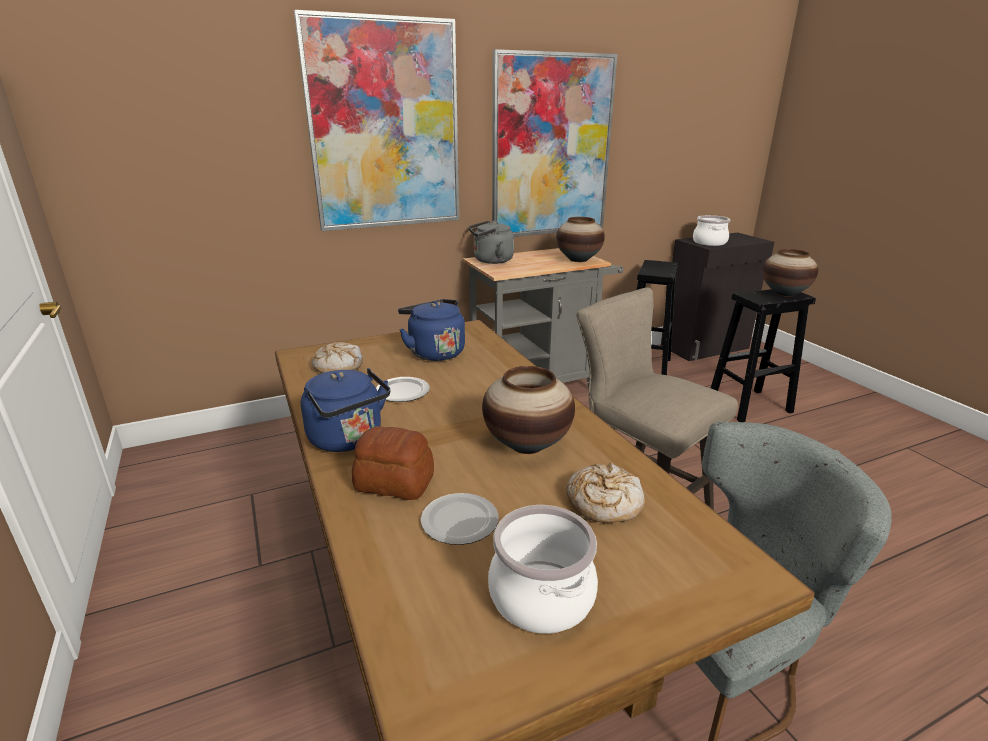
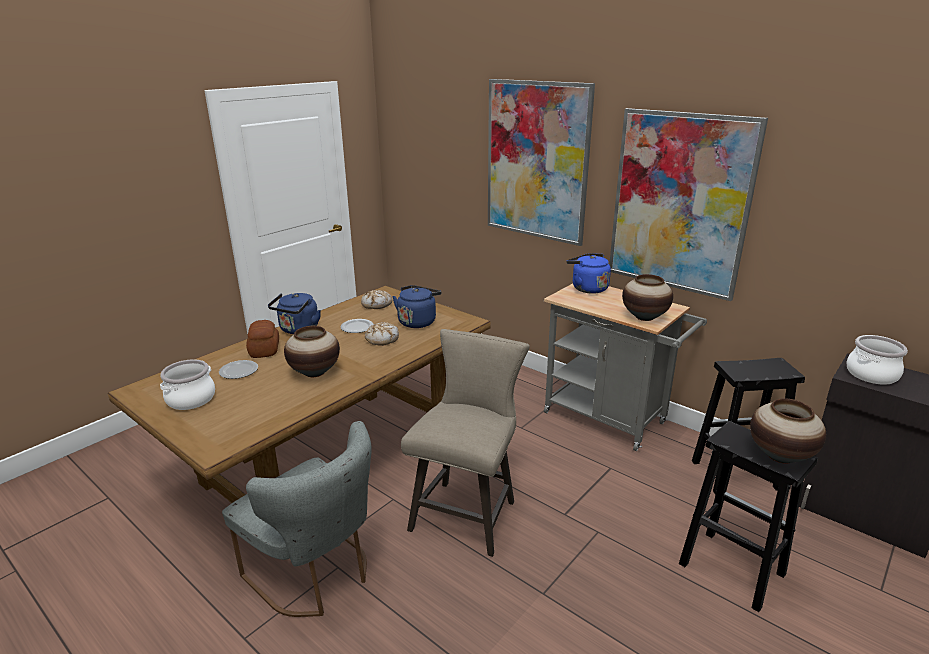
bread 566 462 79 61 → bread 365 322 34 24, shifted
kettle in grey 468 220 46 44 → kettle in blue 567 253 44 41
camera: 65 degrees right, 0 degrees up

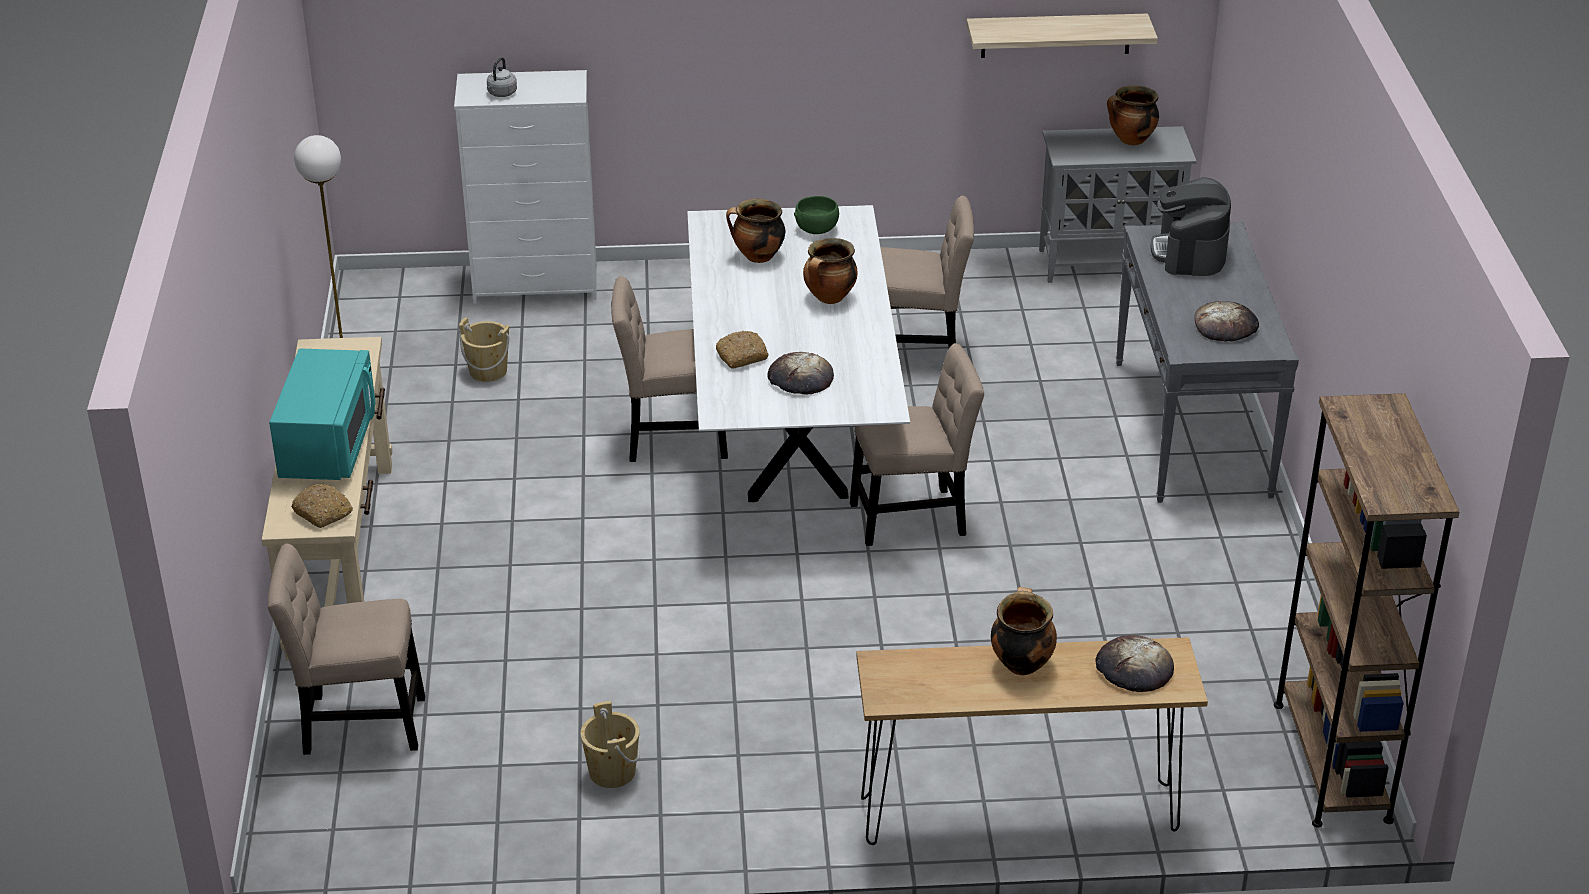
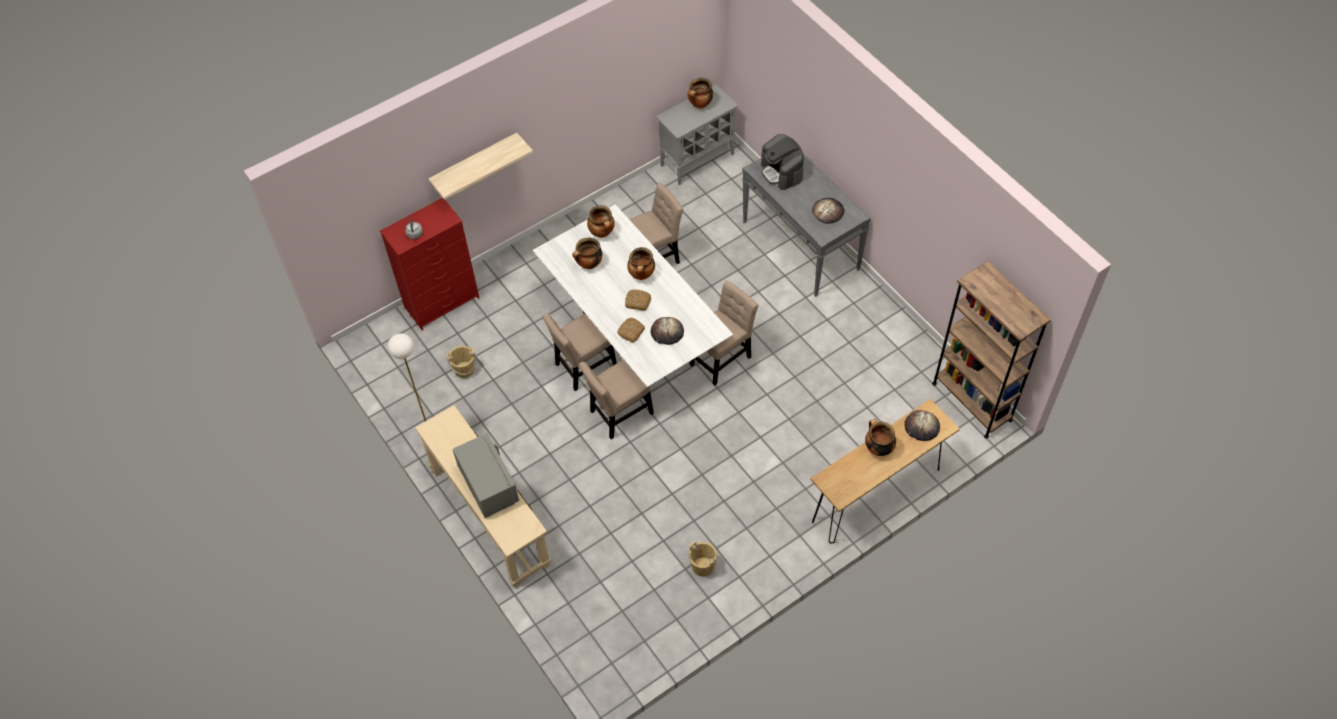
dresser in white 454 70 143 234 → dresser in red 380 198 99 132
shelf 966 13 192 45 → shelf 428 133 105 67, shifted
microwave in turquoise 269 348 107 132 → microwave in grey 453 433 66 85
chair in beige 268 544 157 211 → chair in beige 579 359 75 80, shifted
bowl in green 794 196 45 38 → cooking pot 587 205 28 33
bread 291 483 62 45 → bread 625 289 26 22, shifted
camera: 30 degrees left, 20 degrees up

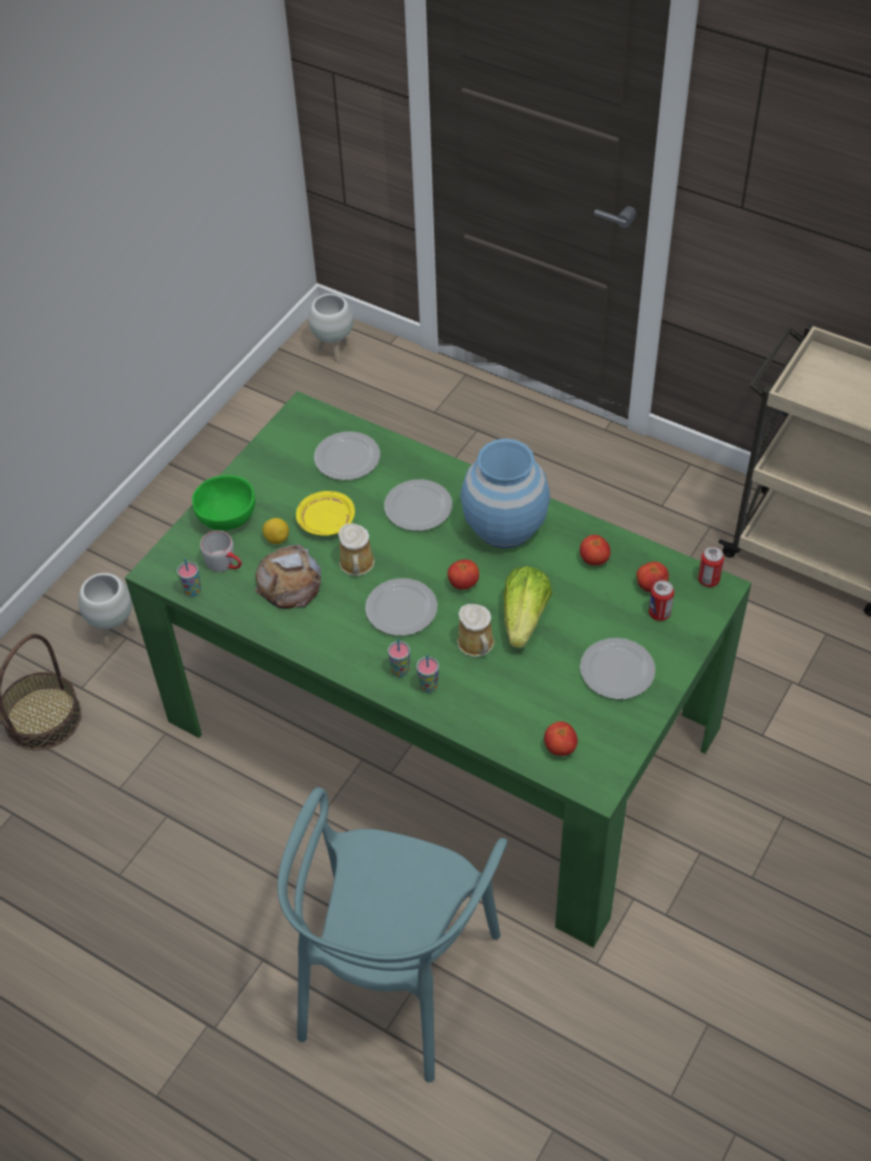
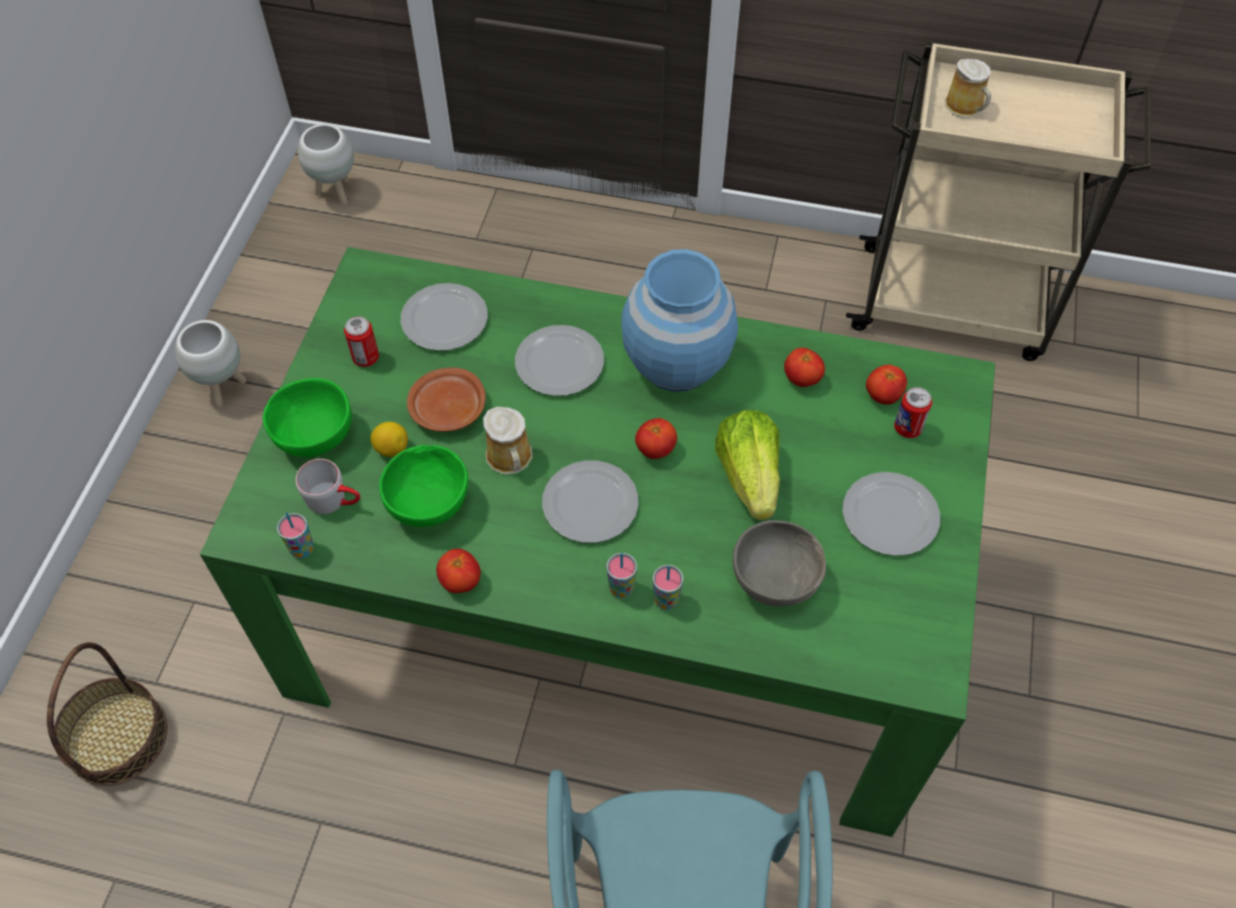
planter in white 78 573 58 75 → planter in white 175 320 71 87, shifted
can 698 547 26 40 → can 344 316 35 51, shifted
bread 255 544 66 65 → bowl in green 379 445 89 82
plate in yellow 296 491 59 45 → plate in brown 407 367 79 65
tomato 544 721 34 35 → tomato 436 549 45 44, shifted
- → bowl in grey 733 520 93 86
mug 457 604 37 53 → mug 944 59 48 59, shifted
camera: 20 degrees left, 5 degrees up

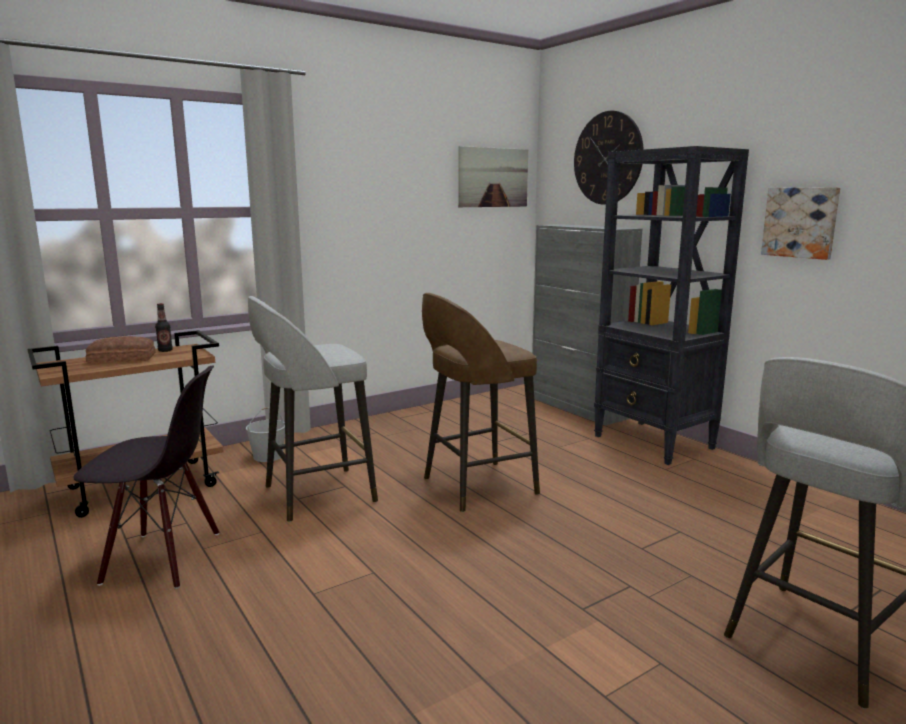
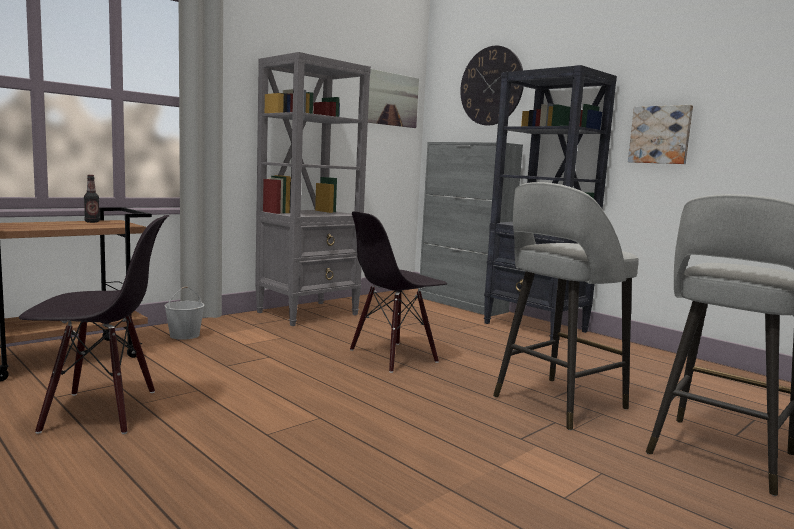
- → bookcase in grey 255 52 116 274
stool in brown 422 293 118 219 → chair in black 350 211 97 162
stool in grey 248 296 130 226 → stool in grey 493 182 146 248, shifted
bread 86 336 69 28 → -
camera: 10 degrees left, 5 degrees down

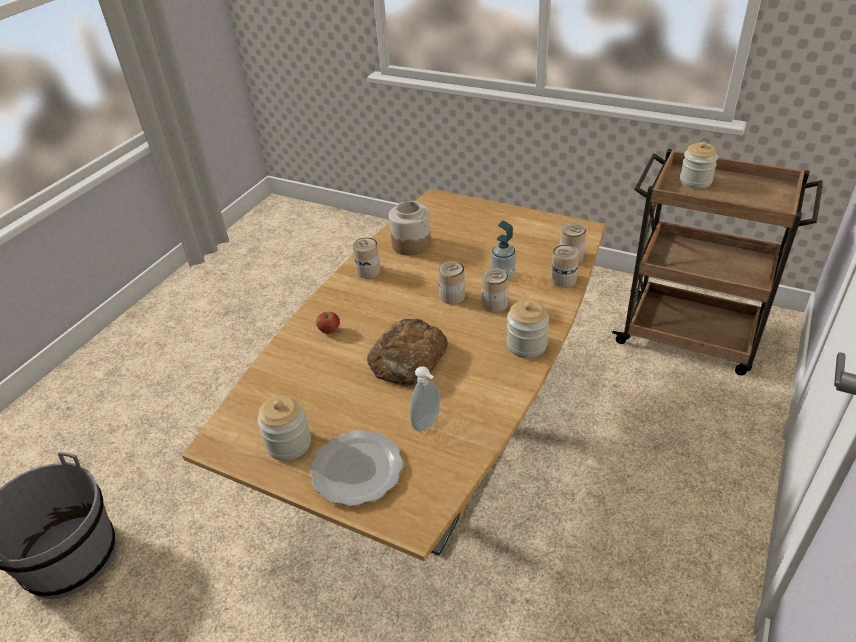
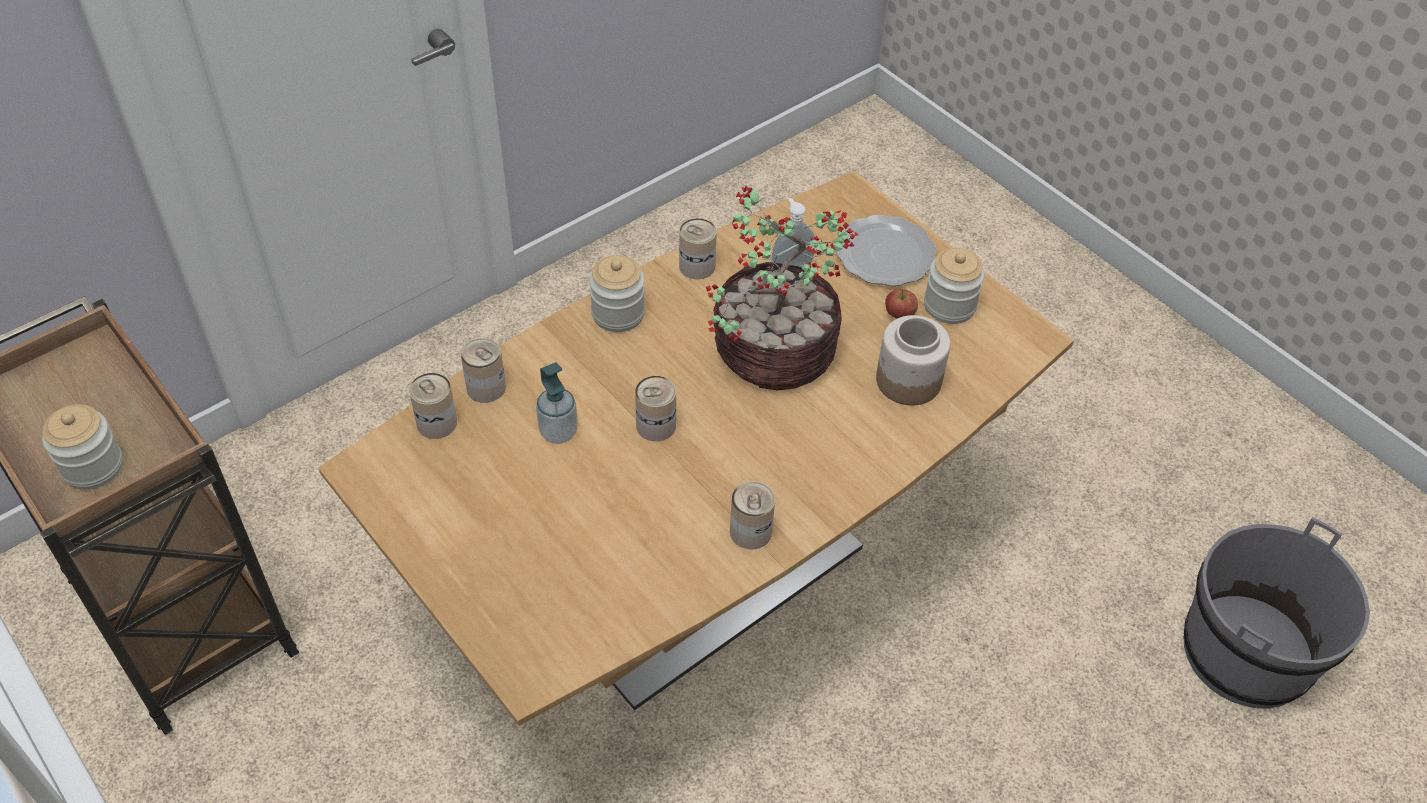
can 481 268 27 44 → can 679 218 38 61, shifted
bread 367 319 81 67 → potted plant 706 186 153 204
jar 389 201 42 54 → jar 876 315 75 91, shifted
apple 316 312 24 22 → apple 885 289 33 30, shifted
camera: 160 degrees left, 10 degrees up

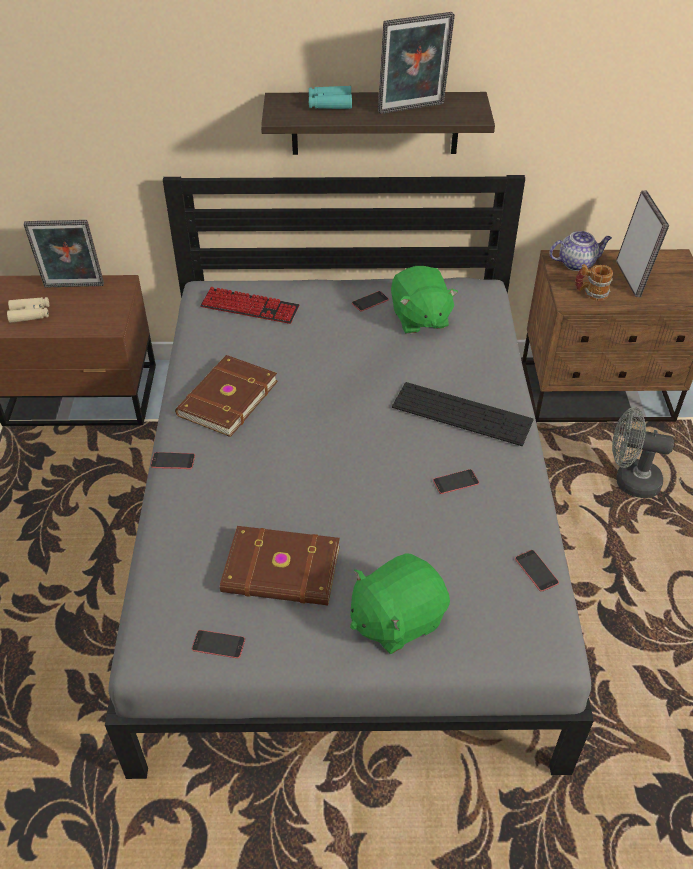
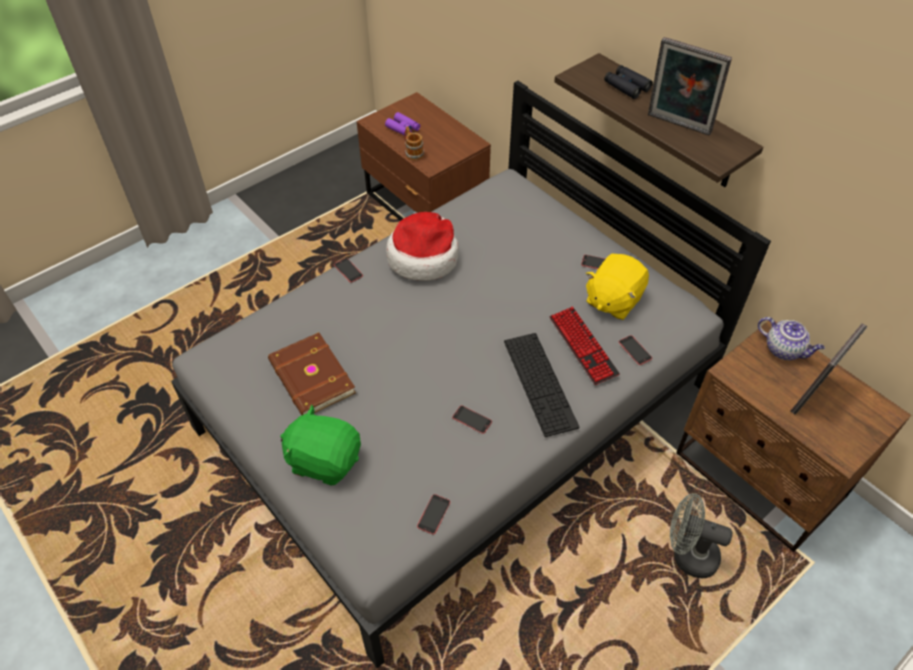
binoculars in beige 7 297 42 26 → binoculars in purple 385 112 35 23
book in brown 175 355 103 82 → hat 386 212 72 69
mug 575 264 38 37 → mug 404 126 20 35, shifted
keyboard 200 287 99 37 → keyboard 549 306 71 79, shifted
plush toy in green 391 266 67 68 → plush toy in yellow 586 254 63 66
binoculars in turquoise 309 86 43 23 → binoculars in black 604 65 49 34
phone 192 630 53 28 → phone 619 335 33 30, shifted
fan in grey 612 407 62 91 → fan in grey 670 493 63 85, 45 degrees counterclockwise
picture frame 24 220 80 68 → -
camera: 50 degrees right, 5 degrees up

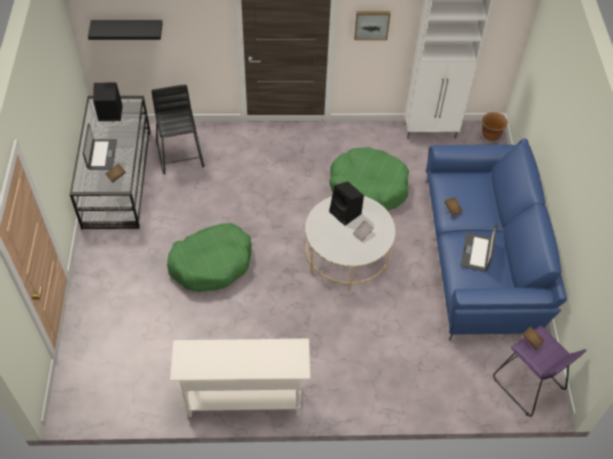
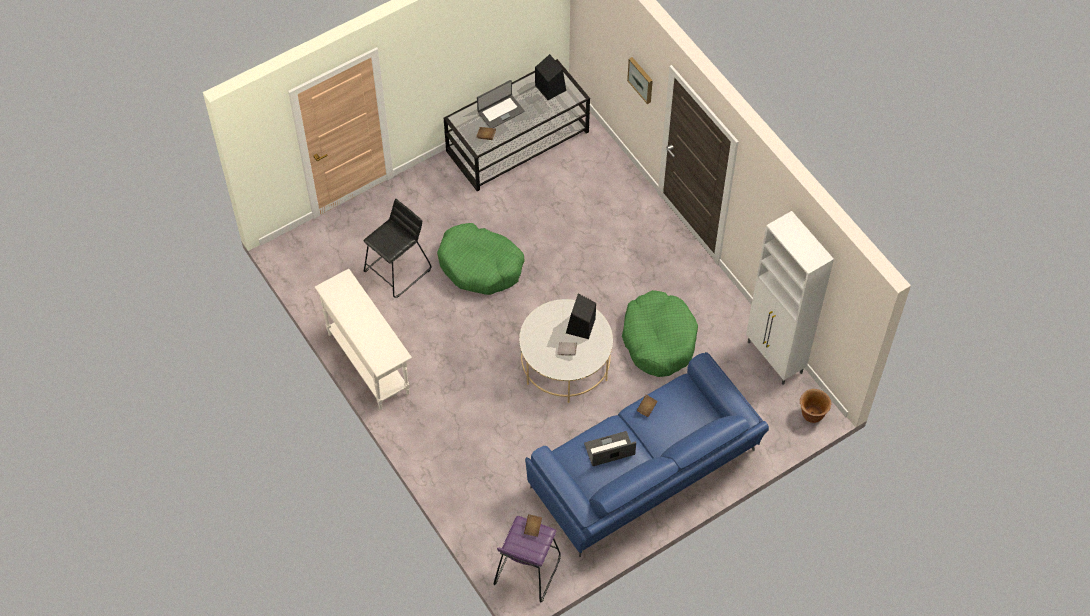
stool in black 152 84 52 90 → stool in black 364 199 68 99, shifted
picture 354 11 36 29 → picture 627 57 26 47, shifted
shelf in black 88 20 75 20 → -
camera: 60 degrees right, 5 degrees up

